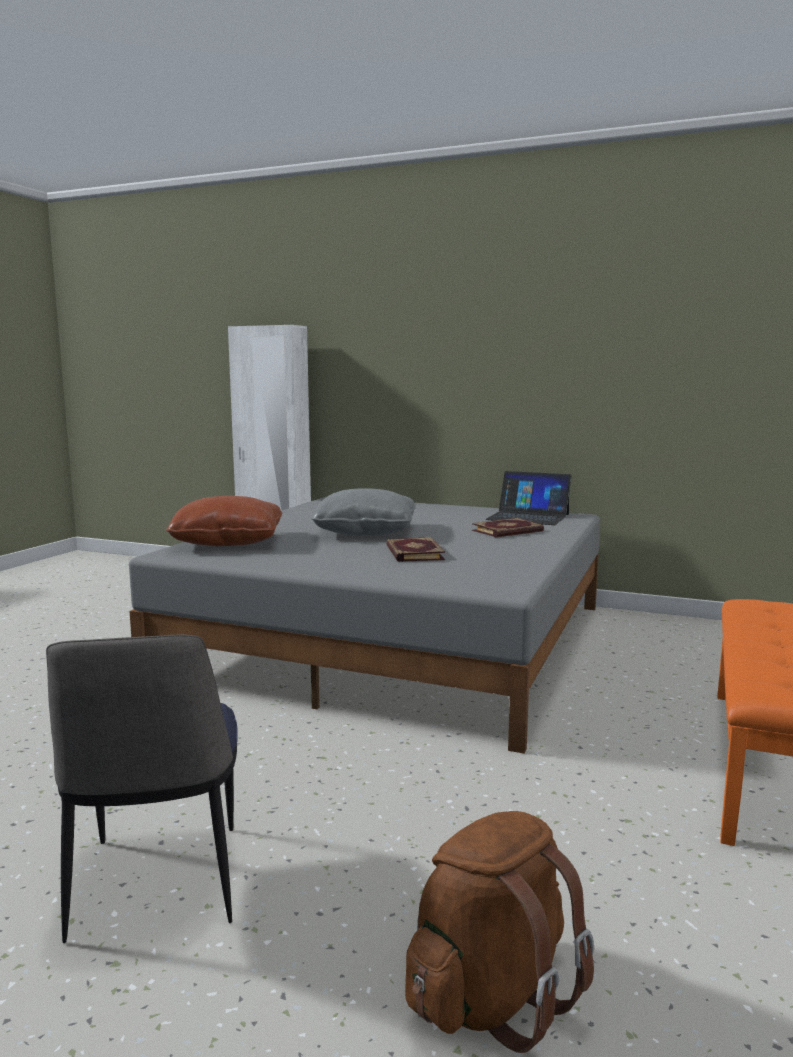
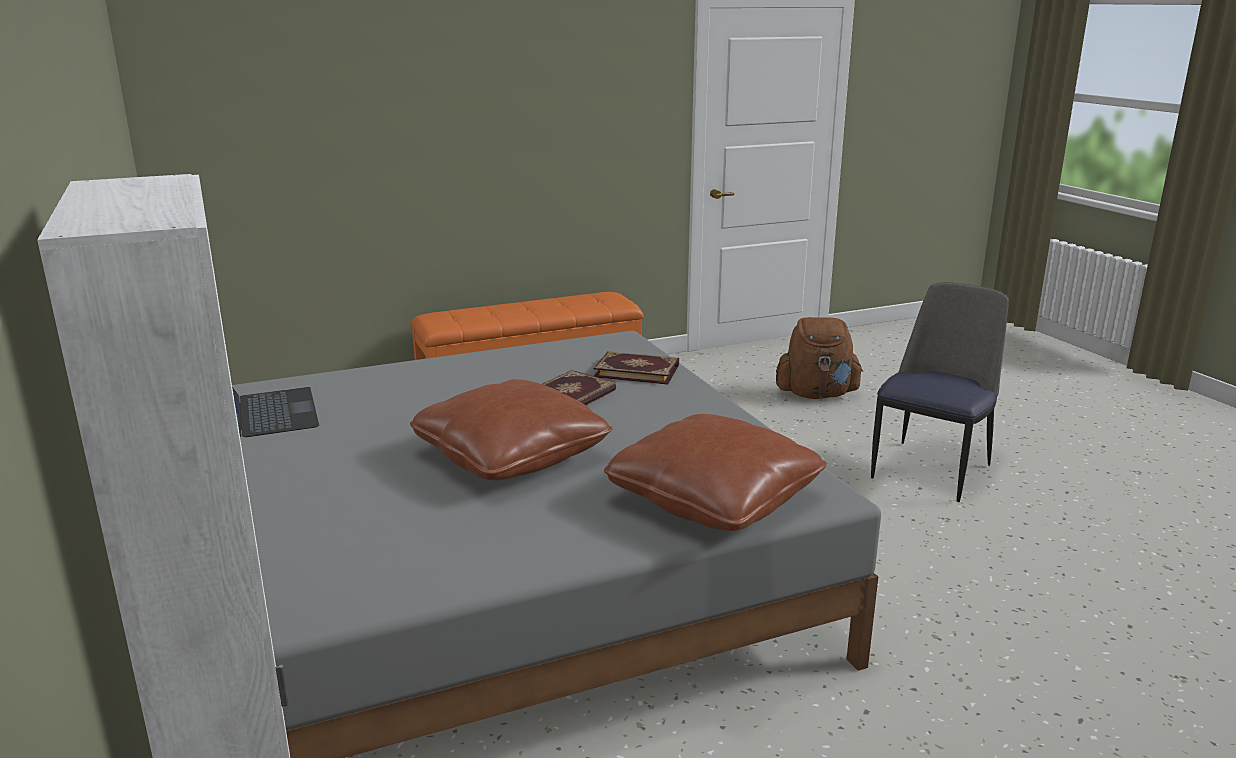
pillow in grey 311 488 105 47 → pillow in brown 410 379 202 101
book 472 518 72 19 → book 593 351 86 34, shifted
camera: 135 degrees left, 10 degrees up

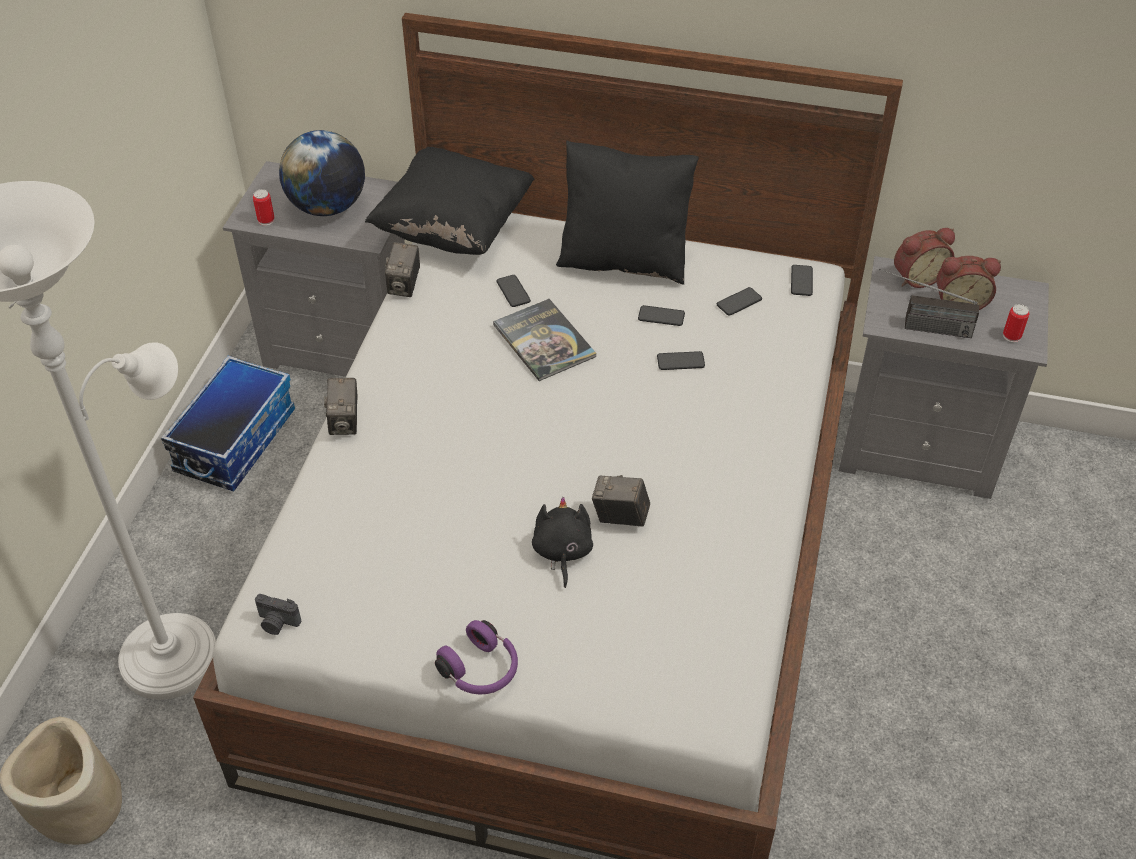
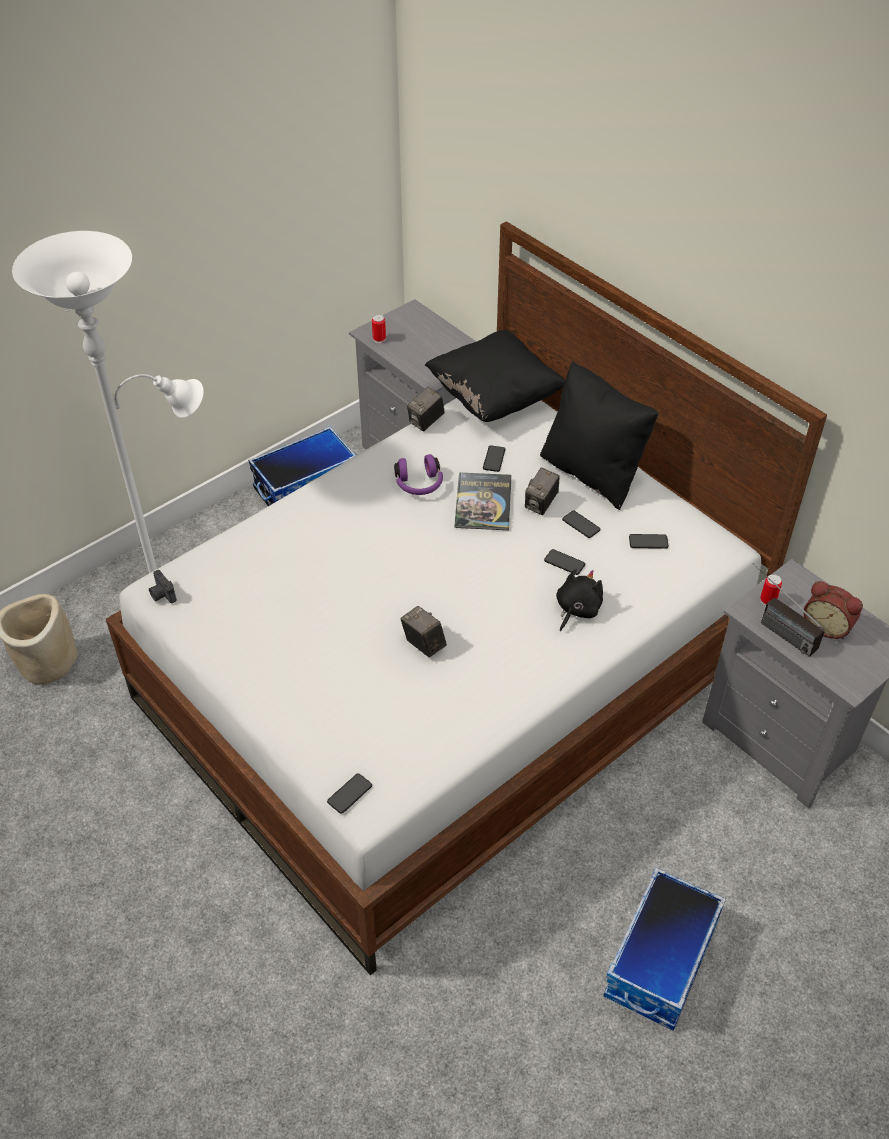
phone 791 265 22 31 → phone 327 773 45 41, shifted
headphones in purple 435 620 83 74 → headphones in purple 394 454 49 41, shifted
photo camera 324 378 34 57 → photo camera 525 467 34 48, shifted
plush toy in black 532 497 61 91 → plush toy in black 556 568 47 63, shifted
- → storage box 604 867 122 164
can 1003 304 26 38 → can 760 574 22 32, shifted
globe 279 130 86 86 → -
alarm clock 894 228 61 60 → -
camera: 35 degrees right, 0 degrees up

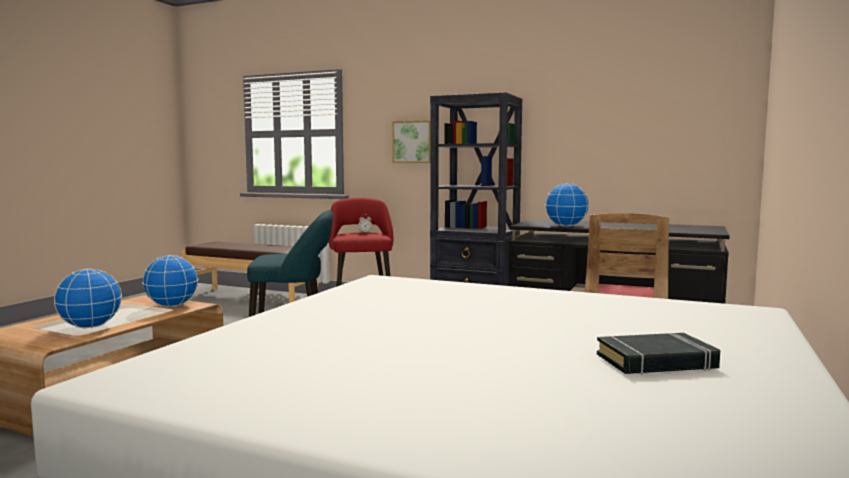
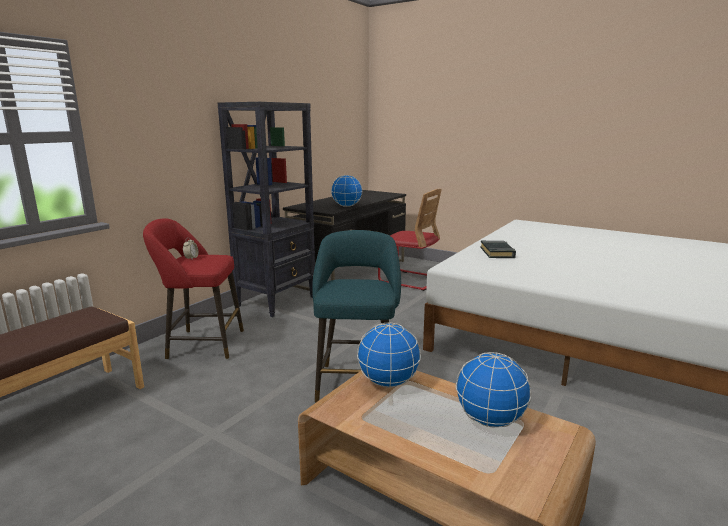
book in black 597 333 123 42 → book in black 480 241 36 17, shifted
picture 392 120 38 43 → -
camera: 80 degrees left, 10 degrees up

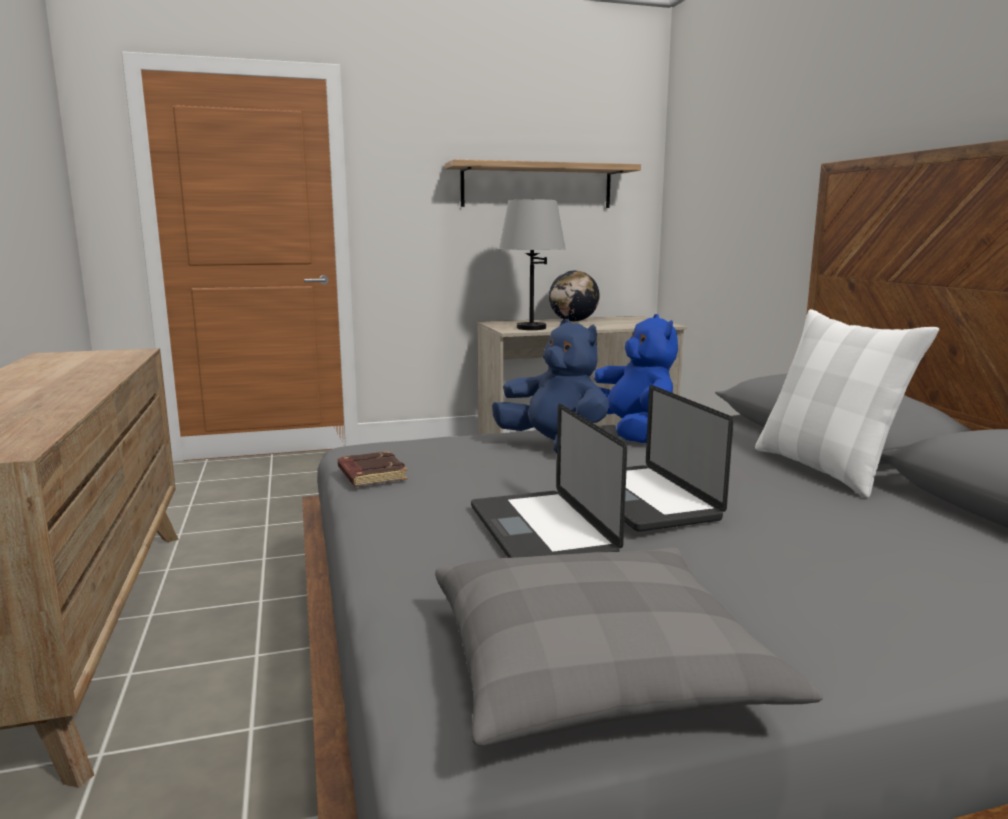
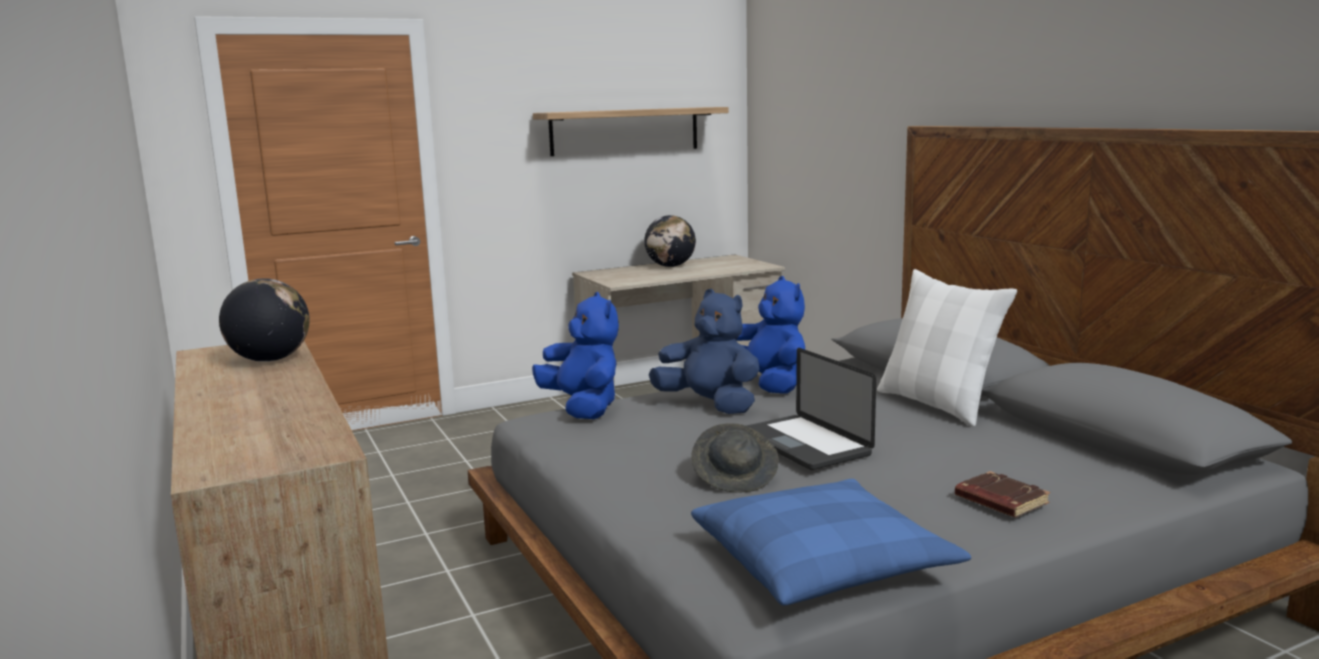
- → globe 219 278 91 84
- → plush toy in blue 532 292 87 127
laptop 471 404 156 154 → hat in grey 691 423 88 70
pillow in grey 435 548 387 198 → pillow in blue 691 479 280 127
book in brown 338 451 70 36 → book in brown 955 471 95 46, shifted
table lamp in grey 499 199 67 131 → -
camera: 10 degrees left, 0 degrees up

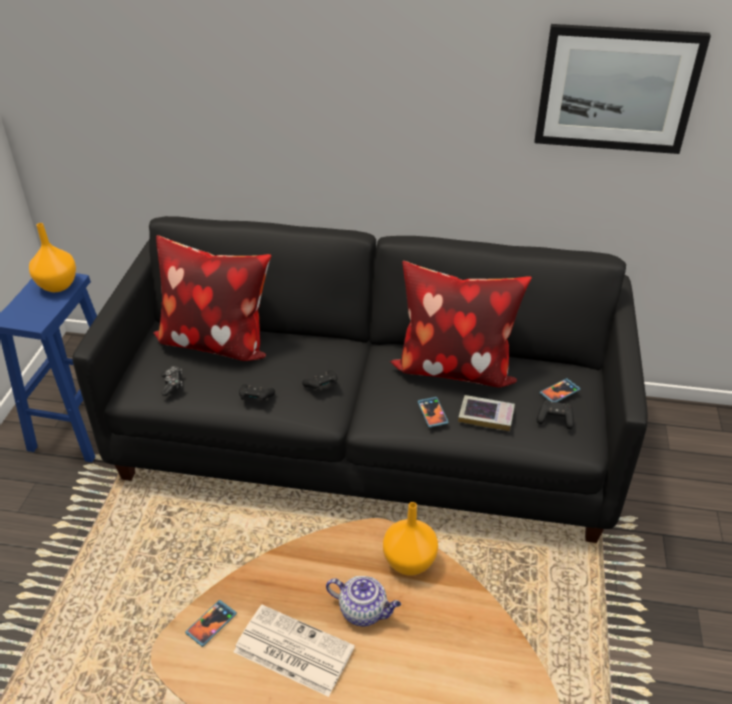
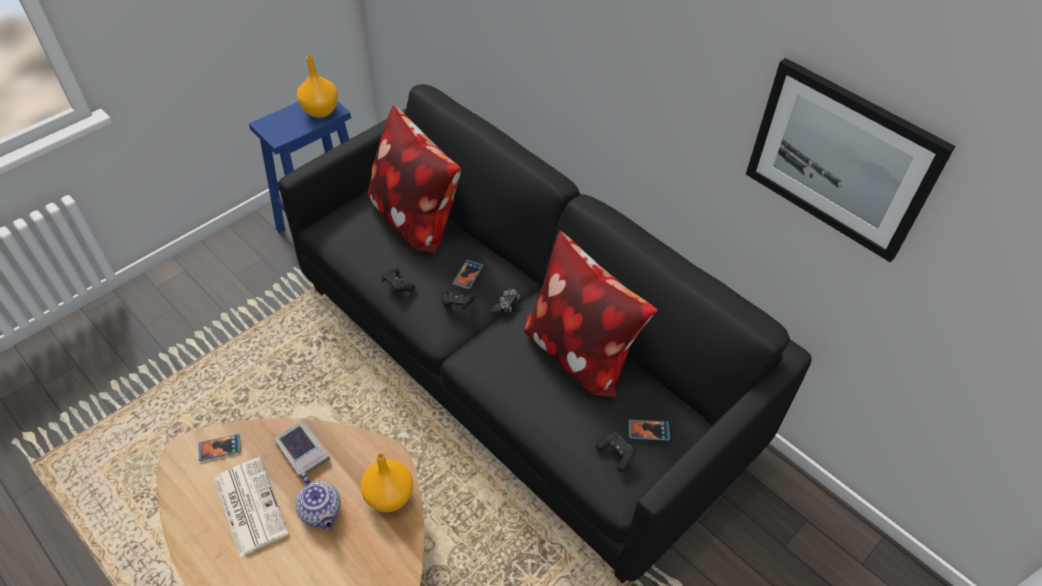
book 458 395 57 36 → book 274 420 56 59, shifted
phone 418 397 31 31 → phone 452 260 31 29, shifted
game controller 161 366 21 30 → game controller 490 288 30 26, shifted
camera: 35 degrees right, 10 degrees up

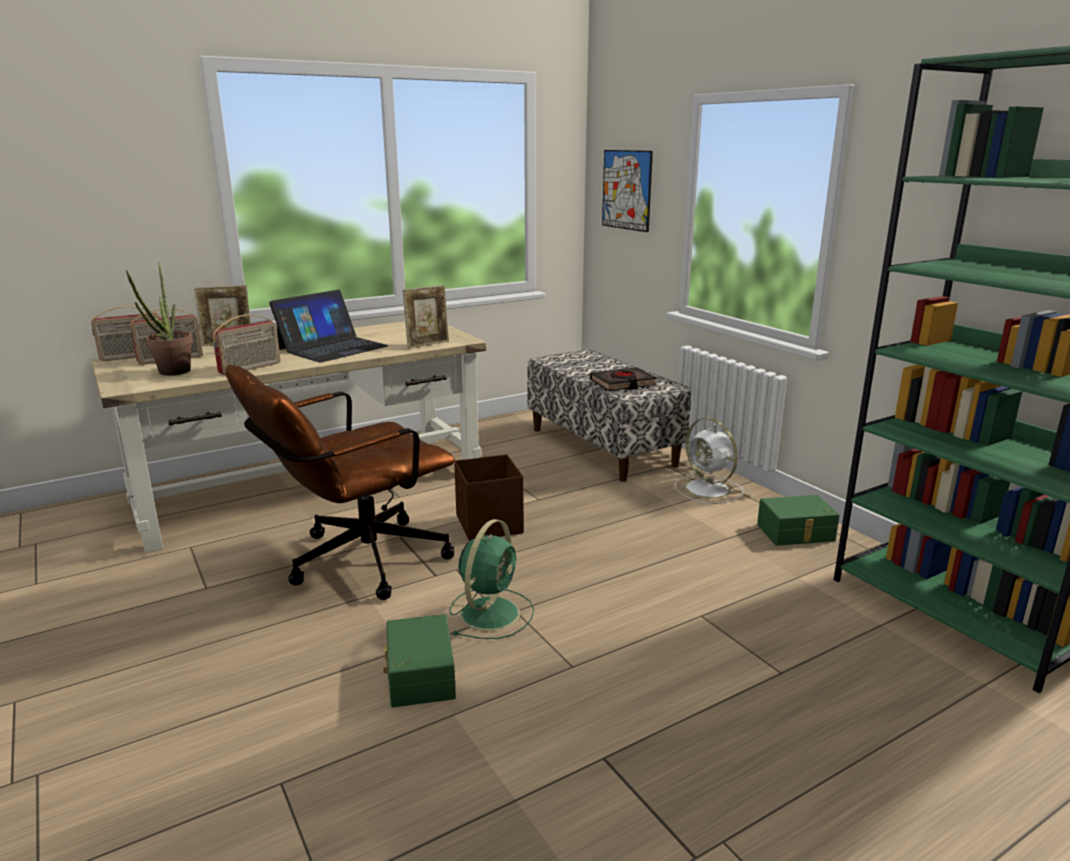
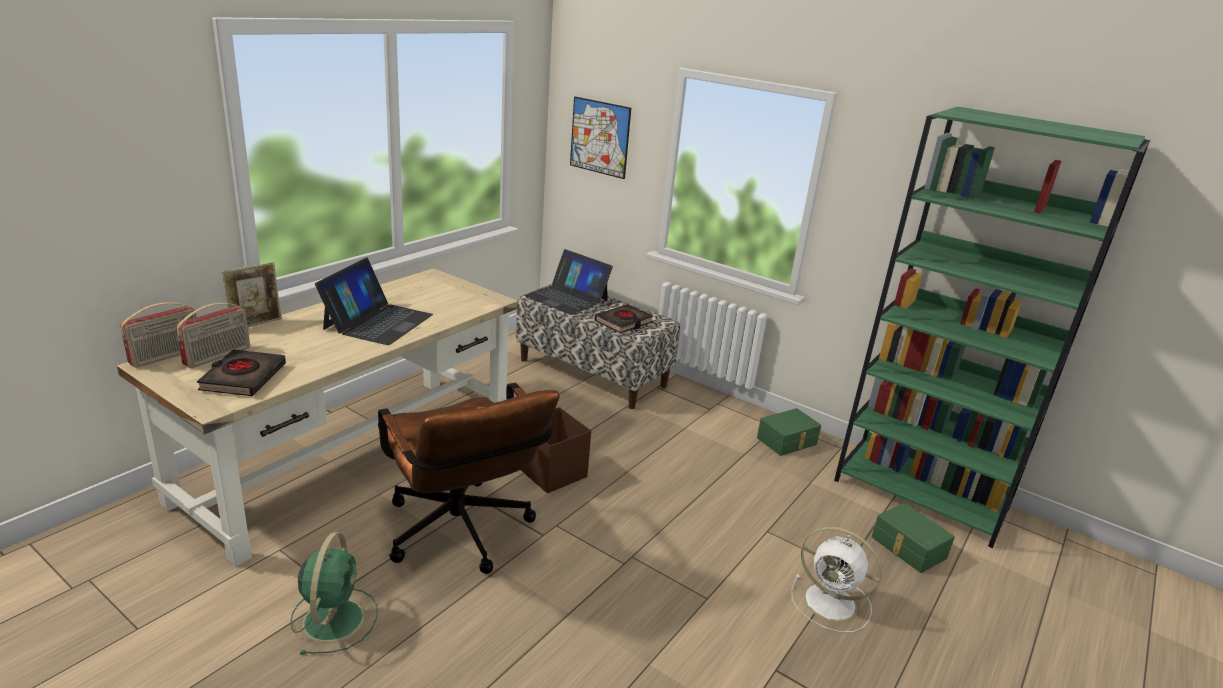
potted plant 126 262 67 114 → book in black 197 349 89 47
fan in green 450 519 84 120 → fan in green 290 532 87 123, shifted
office chair in brown 225 365 230 235 → office chair in brown 378 382 182 192, 60 degrees counterclockwise
- → laptop 524 249 89 66
fan in white 675 418 69 86 → fan in white 791 527 91 106, shifted
storage box in green 383 614 73 93 → storage box in green 872 503 83 70, shifted
radio 212 315 69 60 → -
picture frame 402 285 47 64 → -
camera: 25 degrees left, 5 degrees up

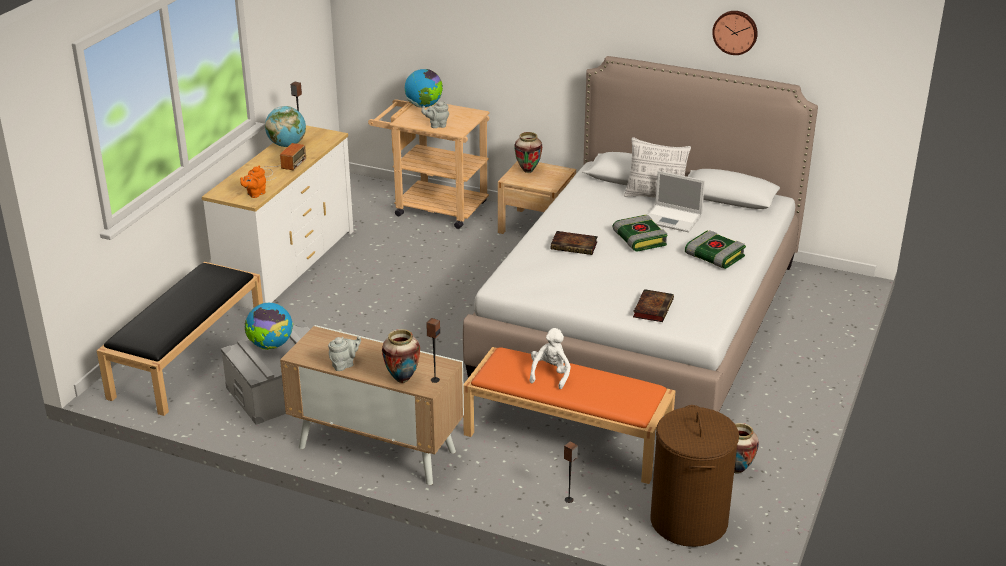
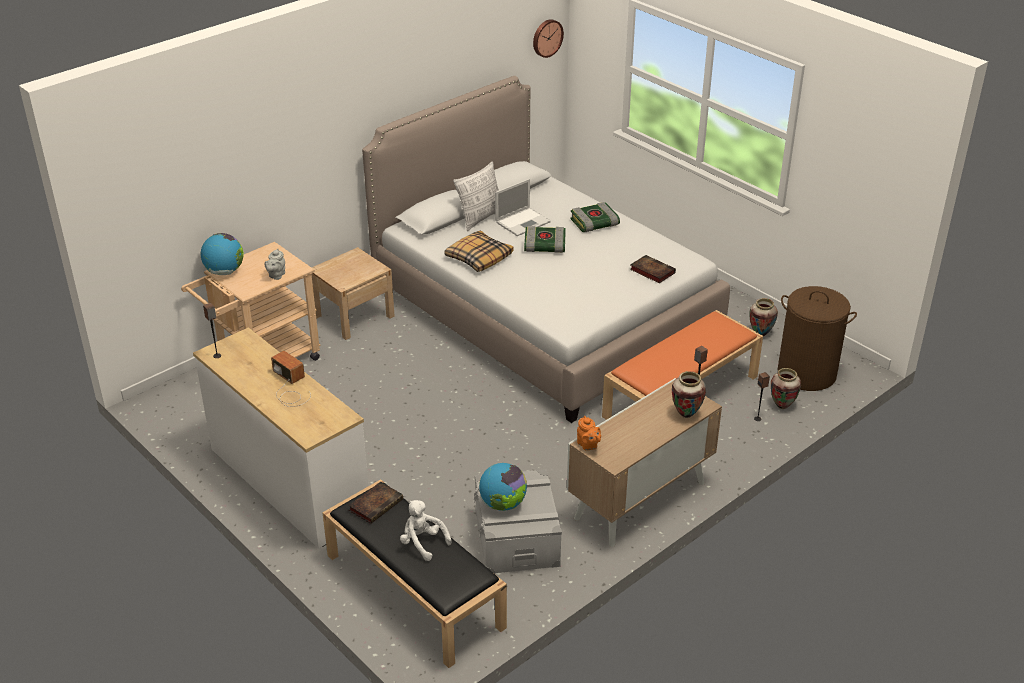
book 551 231 47 24 → book 348 482 55 42, shifted
plush toy in white 530 328 41 61 → plush toy in white 400 500 52 61, shifted
- → pillow 444 231 70 41
wall clock 712 11 46 44 → wall clock 533 19 31 39, shifted
teapot in orange 240 166 26 32 → teapot in orange 577 416 24 35, shifted
vase 514 132 28 41 → vase 771 368 30 41, shifted
globe 265 106 41 41 → -
teapot in grey 328 336 33 35 → -
camera: 65 degrees left, 5 degrees up

